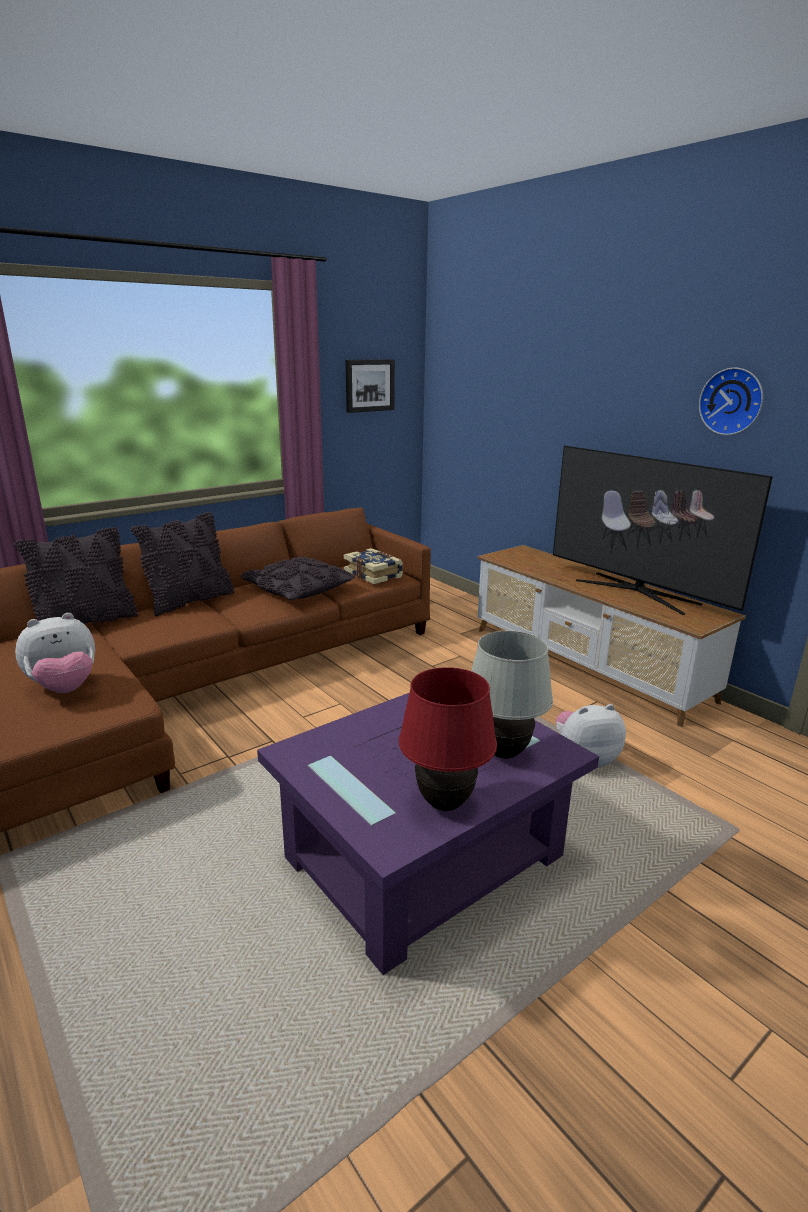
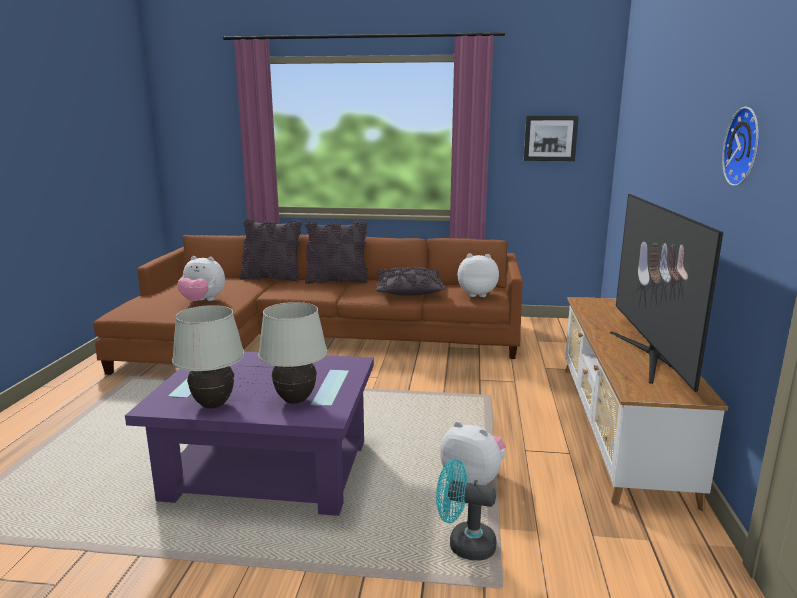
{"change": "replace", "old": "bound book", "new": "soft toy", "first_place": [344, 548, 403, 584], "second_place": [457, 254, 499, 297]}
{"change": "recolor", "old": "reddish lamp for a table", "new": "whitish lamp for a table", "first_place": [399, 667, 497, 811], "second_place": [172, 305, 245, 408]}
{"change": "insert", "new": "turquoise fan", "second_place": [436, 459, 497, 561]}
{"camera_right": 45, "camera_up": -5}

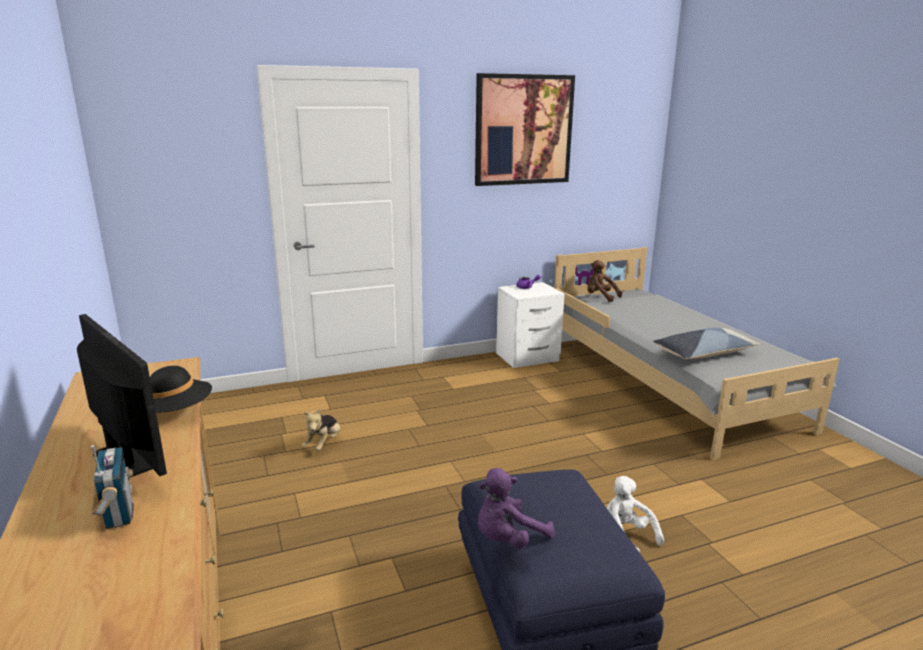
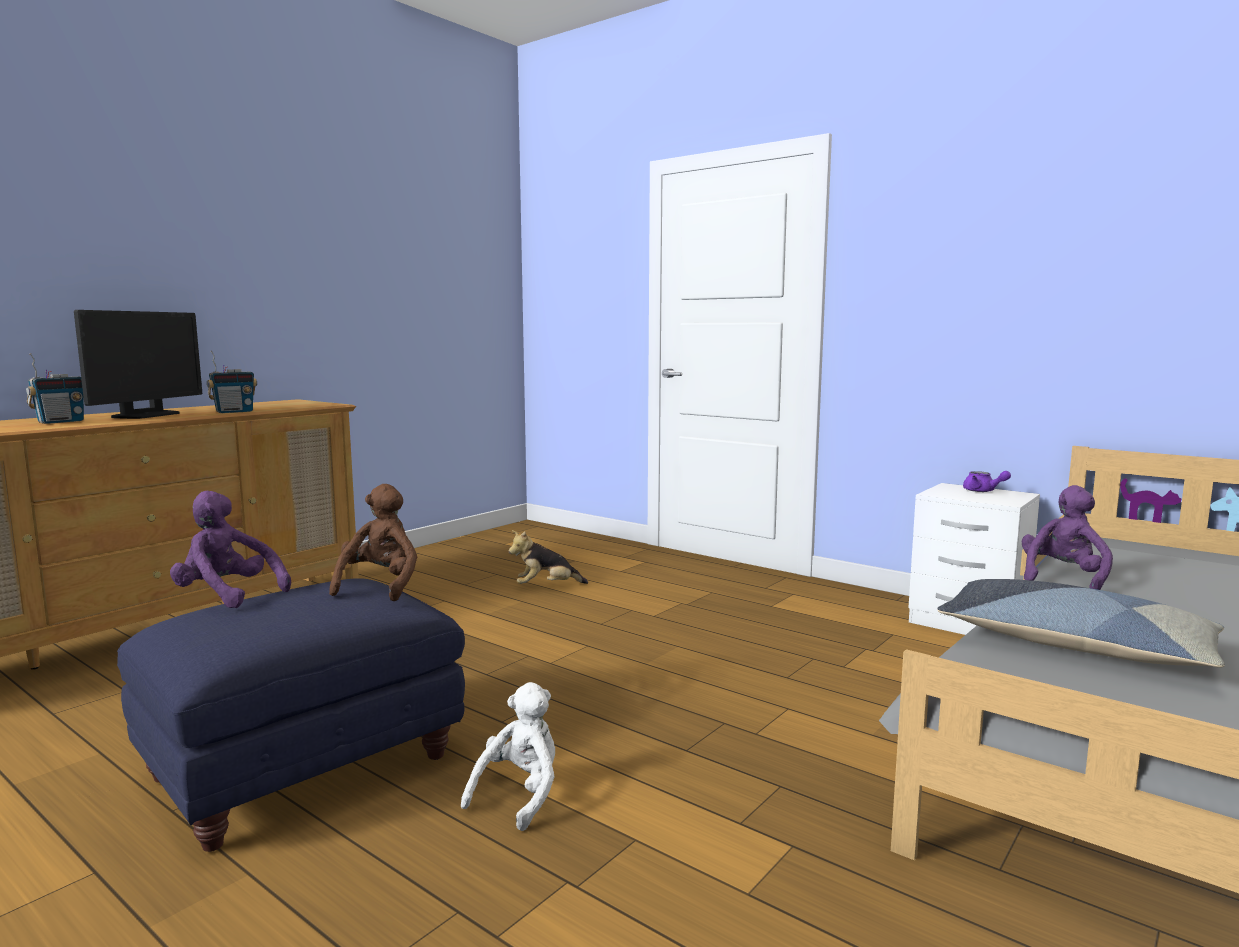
{"change": "delete", "old": "picture", "first_place": [475, 73, 575, 186]}
{"change": "move", "old": "brownish soft toy", "first_place": [587, 260, 622, 302], "second_place": [329, 484, 417, 601]}
{"change": "replace", "old": "black-coloured clothing hat", "new": "radio", "first_place": [150, 366, 212, 413], "second_place": [207, 351, 257, 413]}
{"change": "insert", "new": "purple soft toy", "second_place": [1022, 485, 1113, 590]}
{"camera_right": 60, "camera_up": -10}

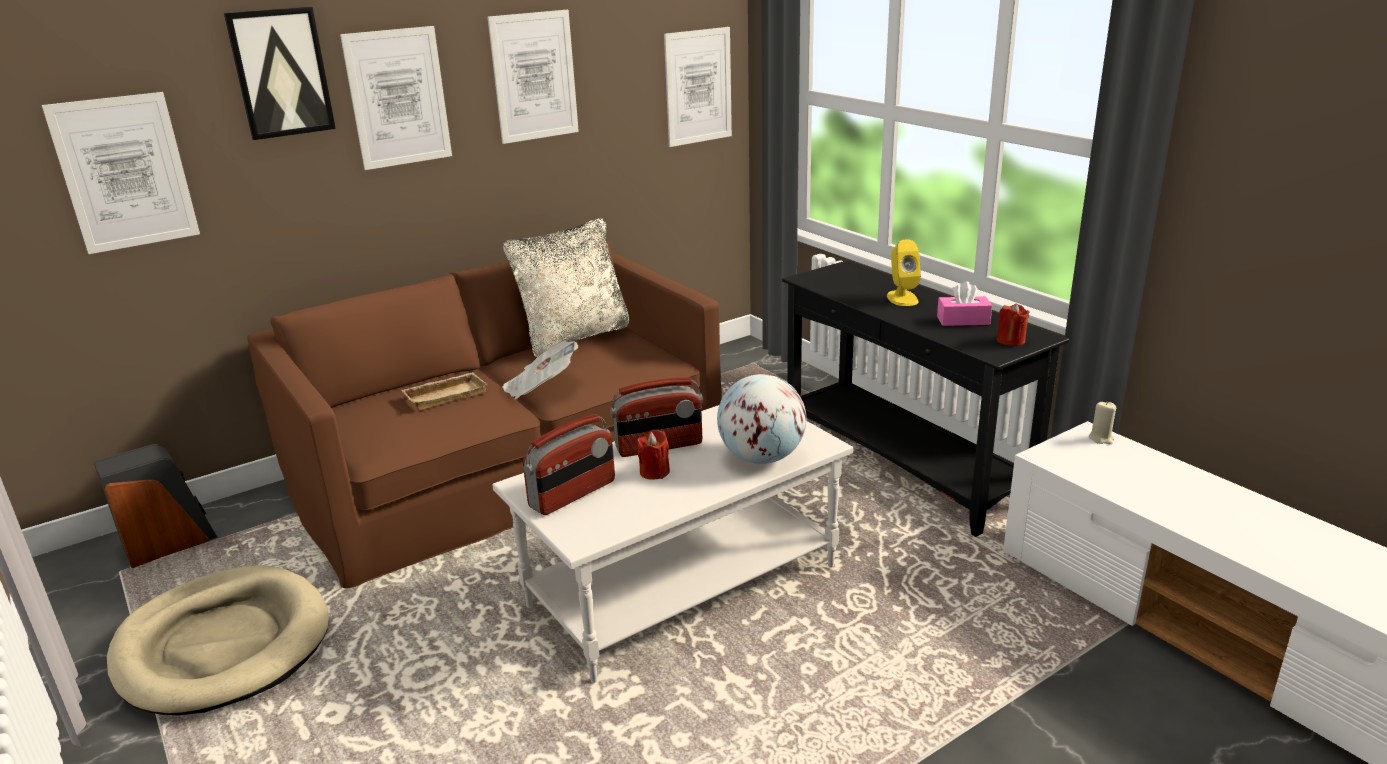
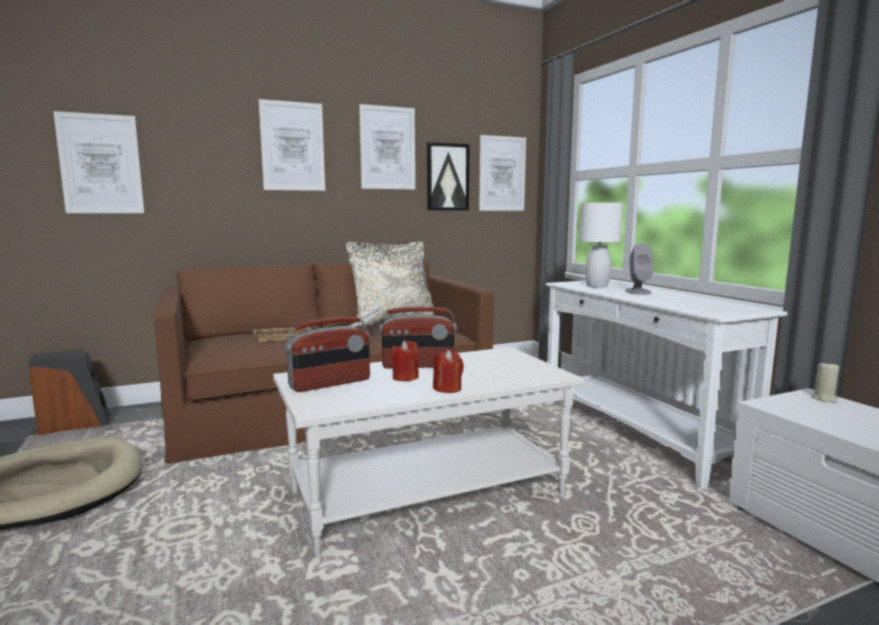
{"change": "move", "old": "picture", "first_place": [224, 6, 336, 140], "second_place": [427, 142, 469, 210]}
{"change": "recolor", "old": "yellow-coloured audio speaker", "new": "gray audio speaker", "first_place": [887, 239, 921, 306], "second_place": [625, 243, 653, 295]}
{"change": "recolor", "old": "black-coloured console table", "new": "whitish console table", "first_place": [782, 260, 1069, 537], "second_place": [546, 280, 787, 489]}
{"change": "delete", "old": "pinkish box of tissues", "first_place": [937, 281, 992, 326]}
{"change": "move", "old": "reddish wax light", "first_place": [997, 303, 1030, 346], "second_place": [433, 350, 464, 393]}
{"change": "delete", "old": "world globe", "first_place": [717, 374, 806, 464]}
{"change": "insert", "new": "whitish lamp for a table", "second_place": [579, 203, 623, 288]}
{"camera_right": 10, "camera_up": -15}

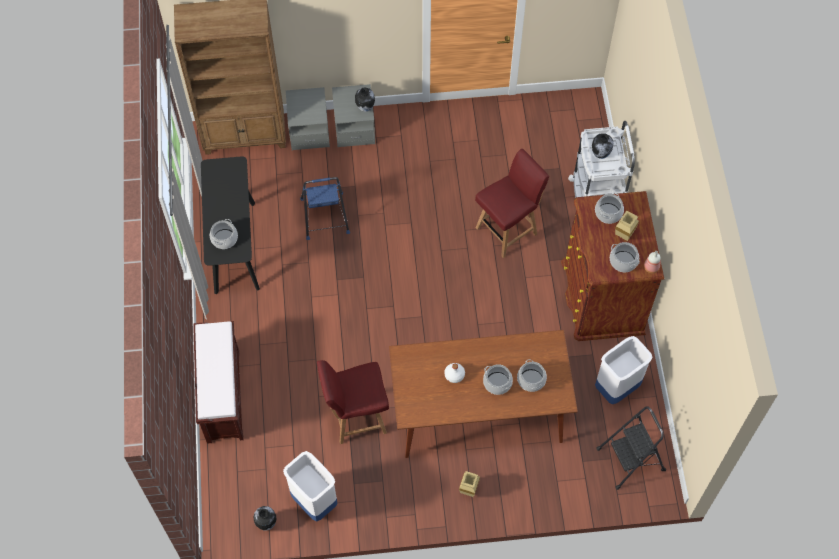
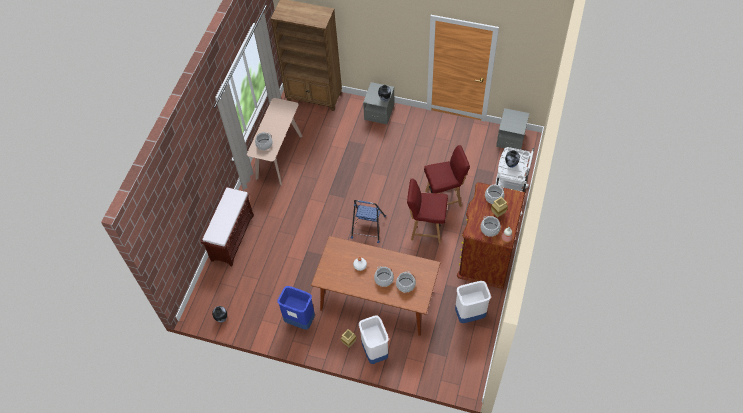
{"change": "move", "old": "gray bedside table", "first_place": [286, 87, 330, 150], "second_place": [496, 108, 529, 150]}
{"change": "recolor", "old": "black-coloured console table", "new": "sand-coloured console table", "first_place": [201, 156, 260, 294], "second_place": [247, 98, 302, 185]}
{"change": "move", "old": "blue step stool", "first_place": [300, 177, 350, 240], "second_place": [351, 200, 386, 243]}
{"change": "move", "old": "reddish upright chair", "first_place": [317, 360, 389, 444], "second_place": [407, 179, 448, 243]}
{"change": "delete", "old": "black-coloured step stool", "first_place": [596, 406, 666, 490]}
{"change": "move", "old": "whitish trash can", "first_place": [283, 451, 337, 521], "second_place": [359, 315, 389, 364]}
{"change": "insert", "new": "blue trash can", "second_place": [277, 286, 315, 329]}
{"camera_right": 25, "camera_up": -5}

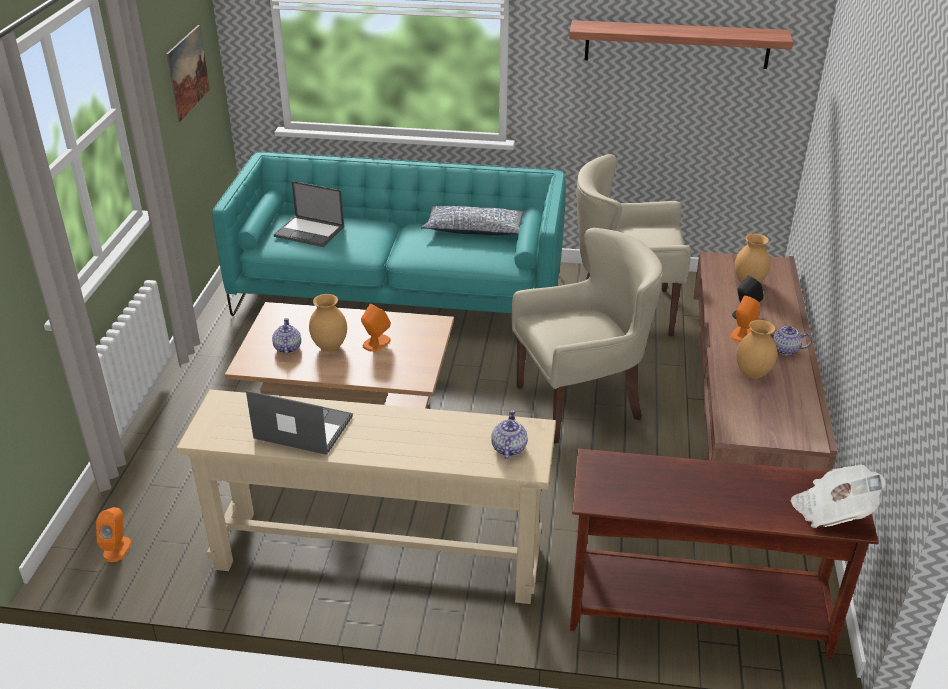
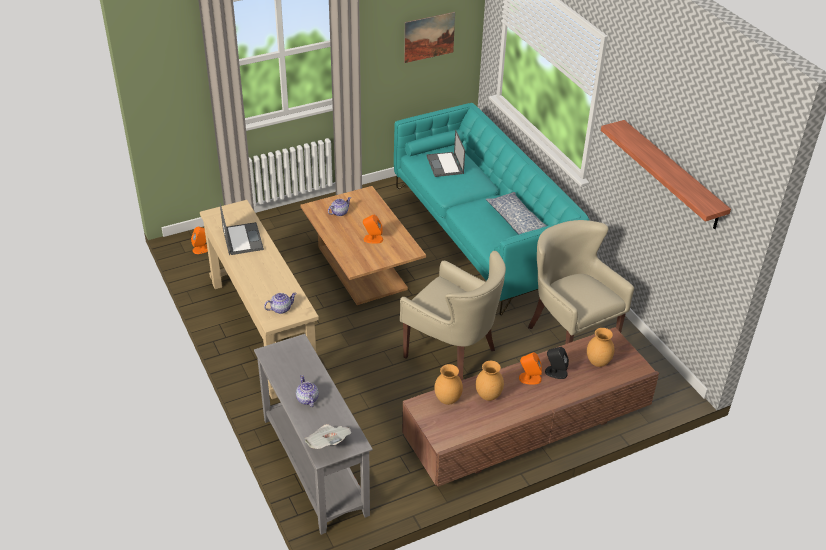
{"change": "move", "old": "brownish vase", "first_place": [309, 294, 347, 351], "second_place": [434, 364, 463, 405]}
{"change": "move", "old": "pot for tea", "first_place": [771, 326, 812, 355], "second_place": [296, 375, 319, 407]}
{"change": "recolor", "old": "brownish console table", "new": "gray console table", "first_place": [570, 449, 879, 660], "second_place": [254, 334, 373, 535]}
{"camera_right": 55, "camera_up": 5}

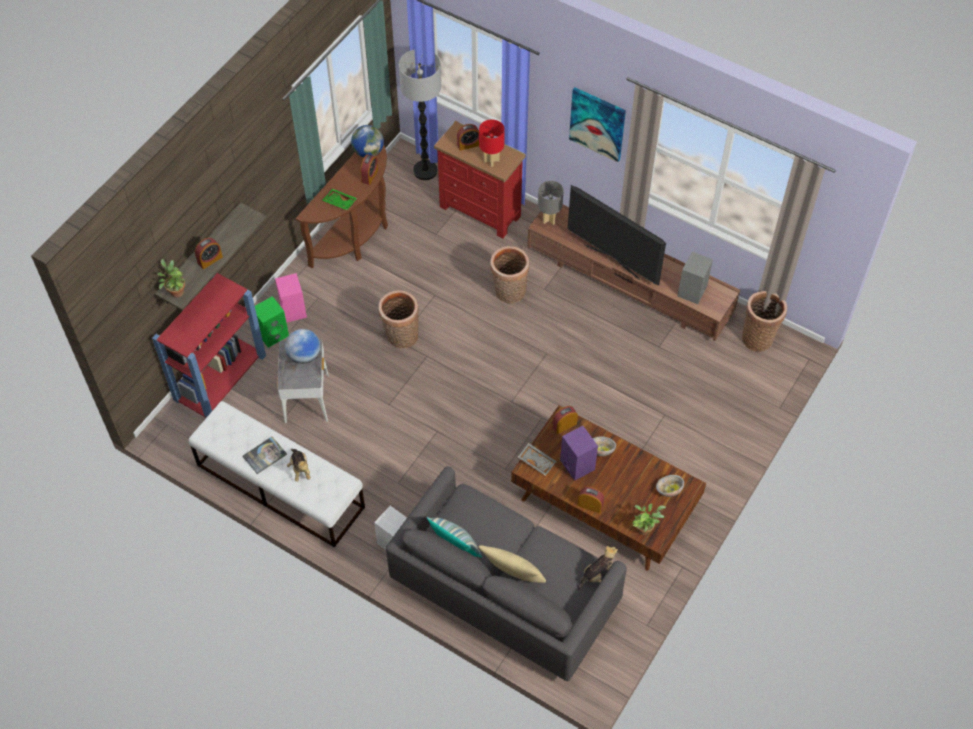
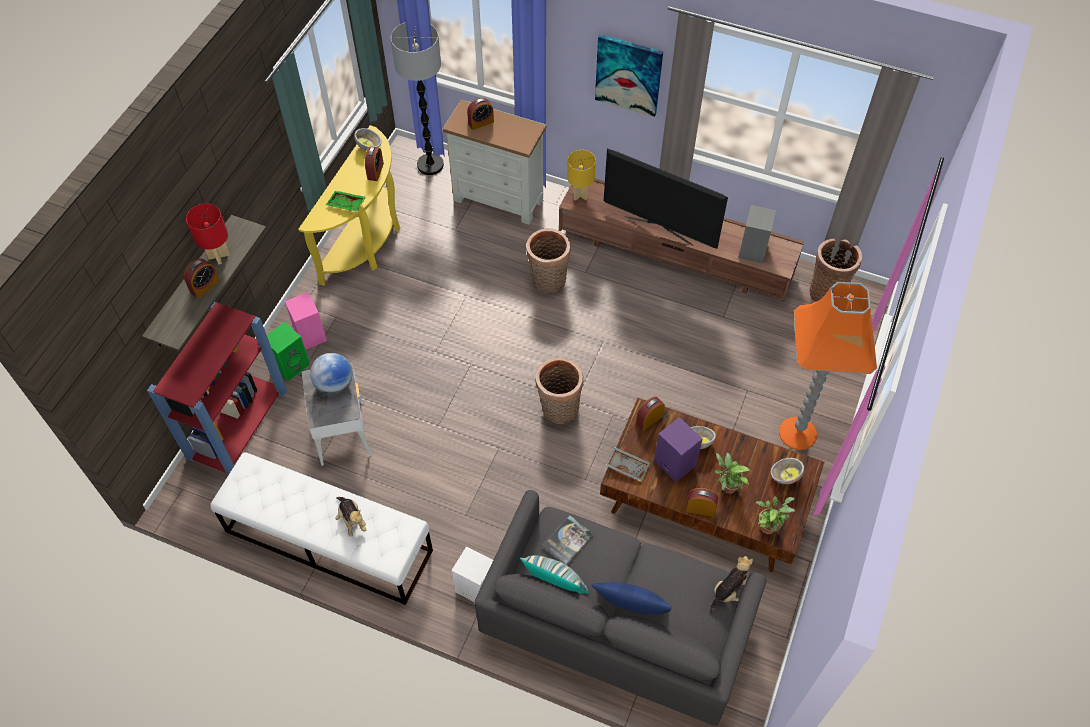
{"change": "move", "old": "reddish lamp for a table", "first_place": [479, 120, 505, 167], "second_place": [186, 203, 230, 265]}
{"change": "recolor", "old": "reddish dresser", "new": "whitish dresser", "first_place": [434, 121, 526, 238], "second_place": [443, 99, 547, 225]}
{"change": "replace", "old": "world globe", "new": "serving bowl", "first_place": [351, 125, 384, 157], "second_place": [354, 128, 382, 151]}
{"change": "recolor", "old": "brownish console table", "new": "yellow-coloured console table", "first_place": [296, 145, 388, 268], "second_place": [298, 125, 400, 286]}
{"change": "recolor", "old": "gray lamp for a table", "new": "yellow-coloured lamp for a table", "first_place": [538, 181, 564, 225], "second_place": [567, 150, 596, 201]}
{"change": "move", "old": "plant in a pot", "first_place": [157, 259, 186, 298], "second_place": [715, 453, 751, 494]}
{"change": "move", "old": "storage basket", "first_place": [379, 290, 419, 349], "second_place": [535, 357, 583, 424]}
{"change": "move", "old": "bound book", "first_place": [243, 437, 287, 474], "second_place": [542, 515, 594, 565]}
{"change": "recolor", "old": "sand-coloured pillow", "new": "blue pillow", "first_place": [479, 545, 546, 583], "second_place": [592, 582, 672, 615]}
{"change": "insert", "new": "orangey floor lamp", "second_place": [779, 282, 877, 450]}
{"camera_right": -10, "camera_up": 0}

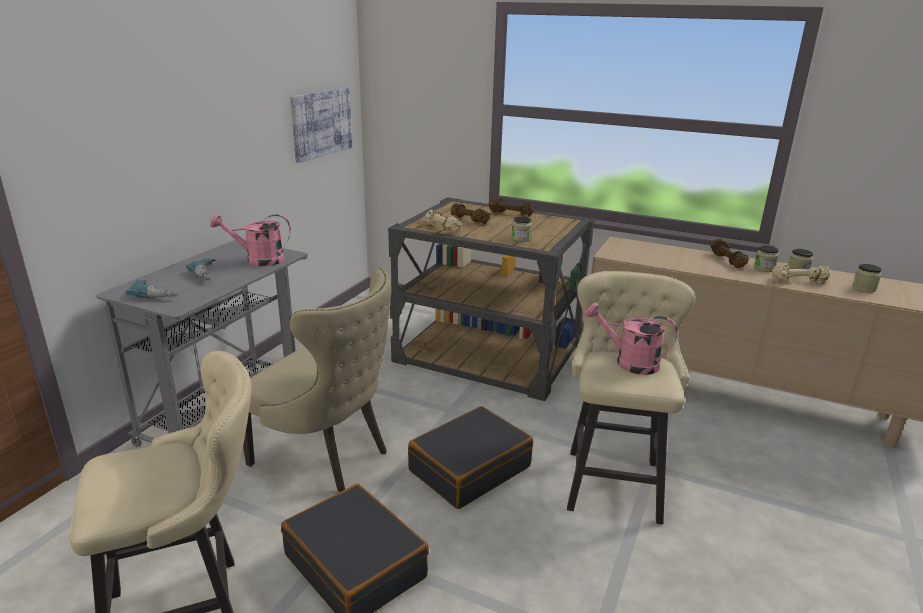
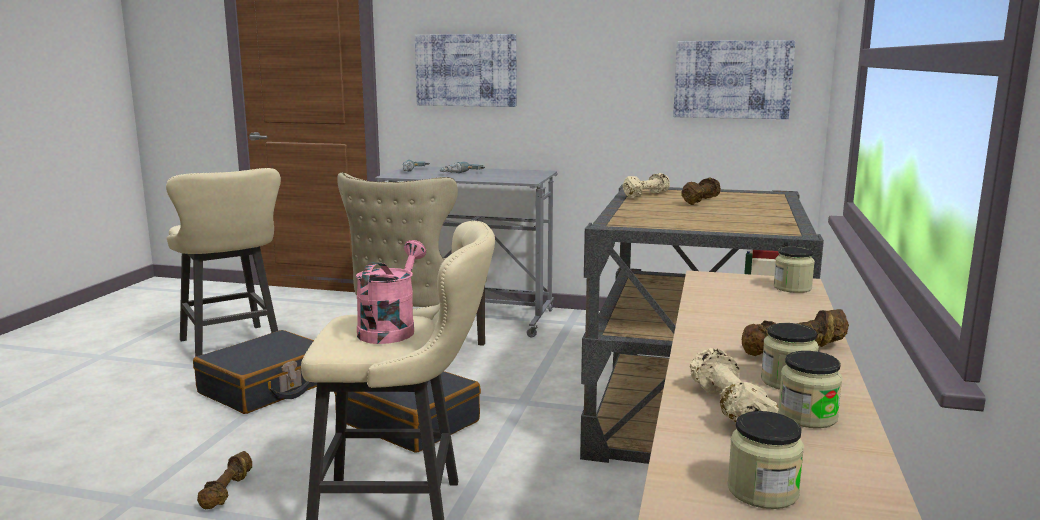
{"change": "move", "old": "brownish free weight", "first_place": [489, 197, 534, 216], "second_place": [197, 451, 252, 509]}
{"change": "delete", "old": "pinkish sprinkling can", "first_place": [210, 214, 291, 266]}
{"change": "move", "old": "jar", "first_place": [512, 216, 532, 242], "second_place": [773, 246, 815, 293]}
{"change": "insert", "new": "picture", "second_place": [415, 34, 516, 107]}
{"camera_right": 80, "camera_up": -10}

